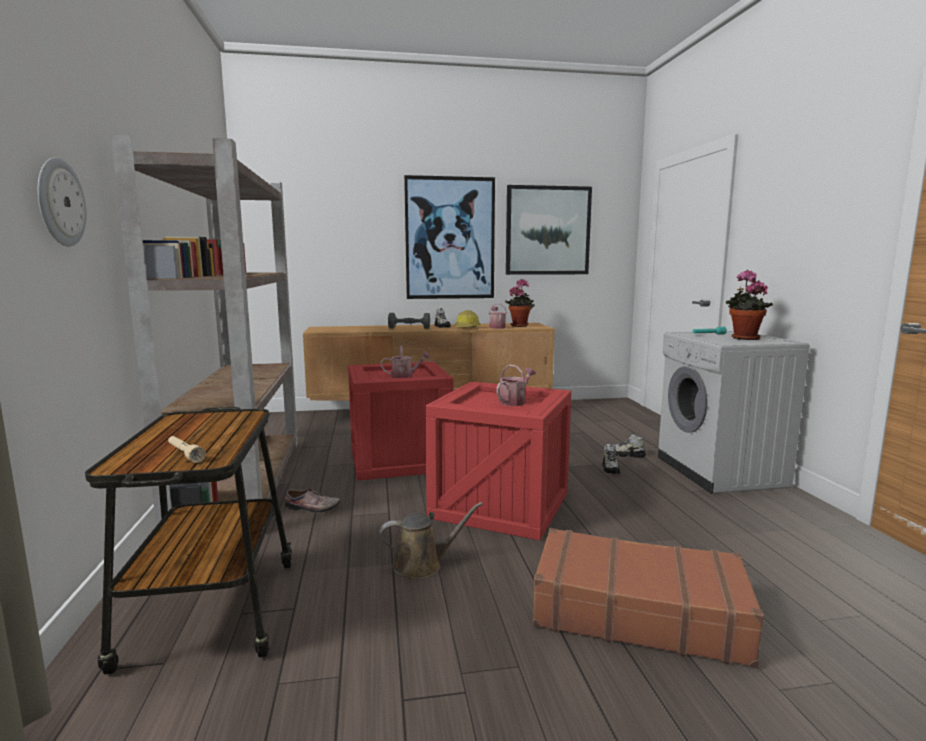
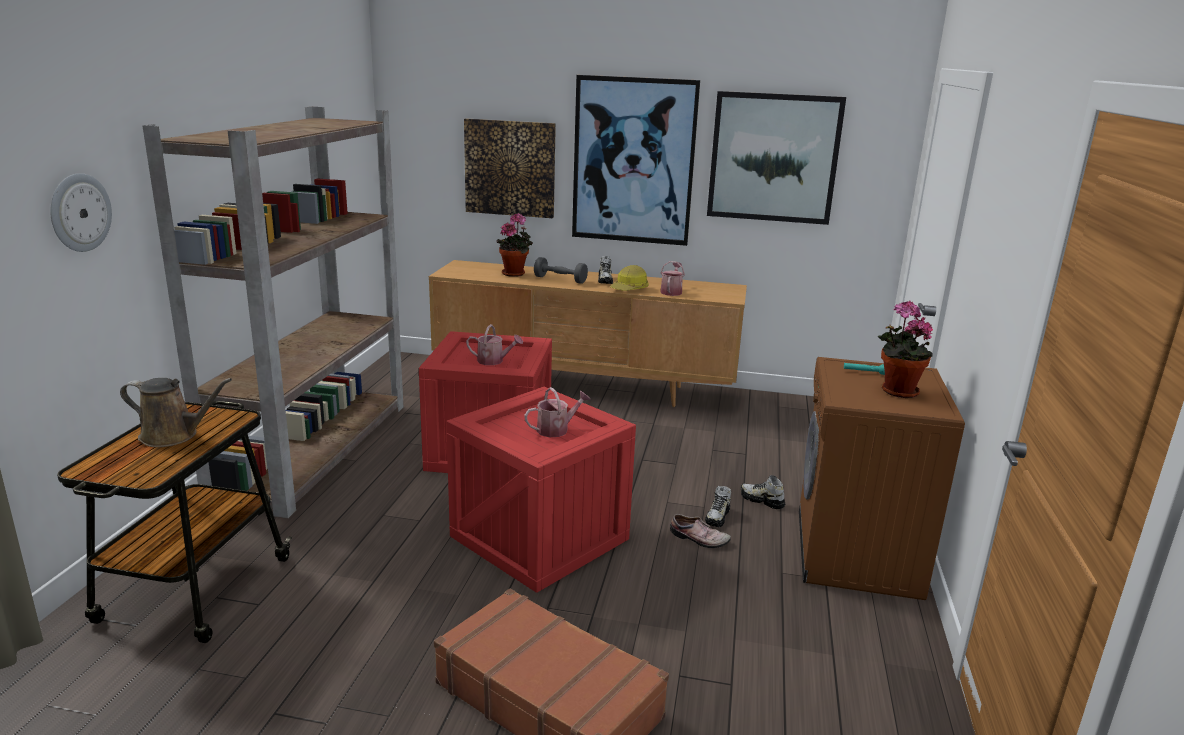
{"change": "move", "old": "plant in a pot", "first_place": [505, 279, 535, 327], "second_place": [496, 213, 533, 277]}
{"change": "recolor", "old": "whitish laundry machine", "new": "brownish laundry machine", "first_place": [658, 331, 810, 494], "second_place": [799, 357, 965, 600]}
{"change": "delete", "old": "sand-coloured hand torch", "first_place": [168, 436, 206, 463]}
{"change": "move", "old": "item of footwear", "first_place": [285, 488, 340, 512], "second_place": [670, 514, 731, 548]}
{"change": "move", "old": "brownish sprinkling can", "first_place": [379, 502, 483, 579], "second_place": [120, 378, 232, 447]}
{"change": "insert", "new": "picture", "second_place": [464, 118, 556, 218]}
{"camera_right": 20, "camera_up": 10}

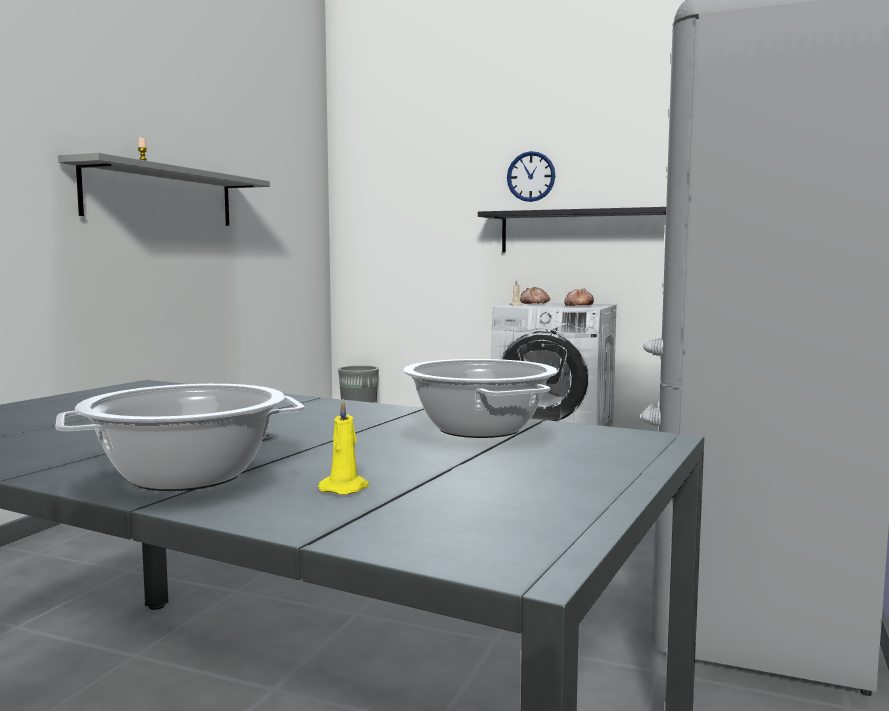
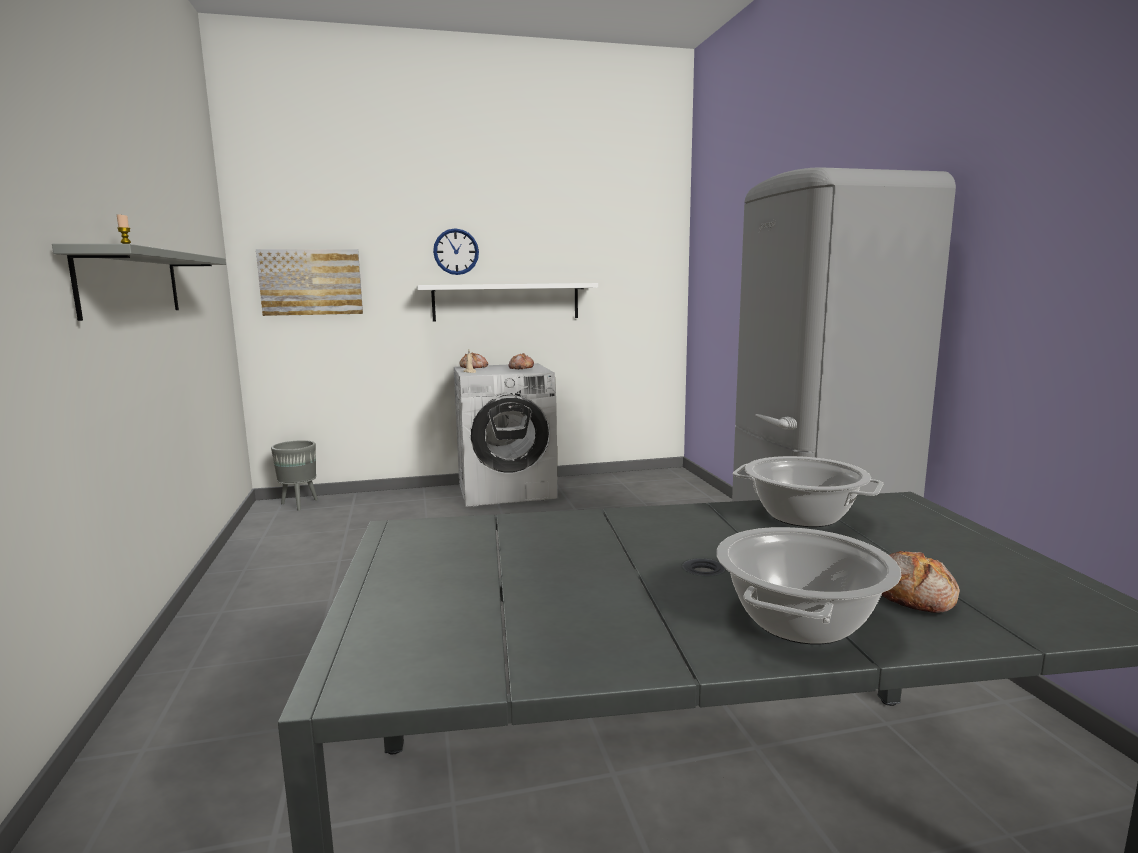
{"change": "recolor", "old": "black-coloured bracket shelf", "new": "whitish bracket shelf", "first_place": [478, 207, 666, 252], "second_place": [417, 283, 598, 321]}
{"change": "replace", "old": "yellow-coloured wax light", "new": "bakery bread", "first_place": [318, 399, 369, 495], "second_place": [881, 551, 960, 613]}
{"change": "insert", "new": "picture", "second_place": [256, 249, 363, 316]}
{"camera_right": -35, "camera_up": 5}

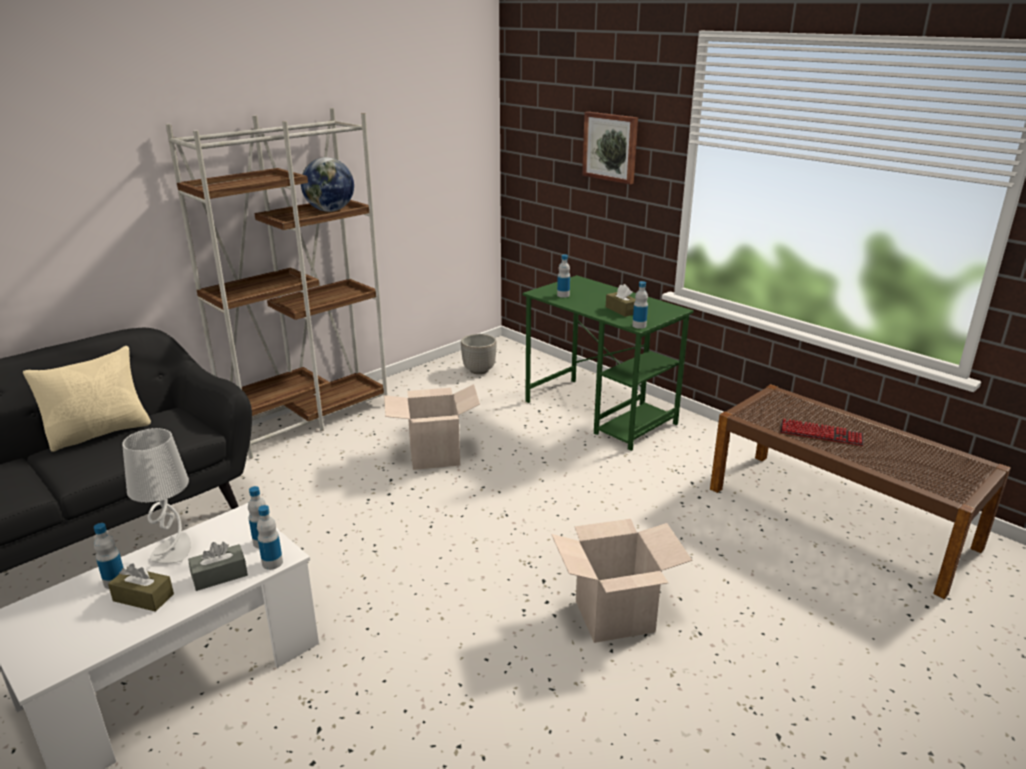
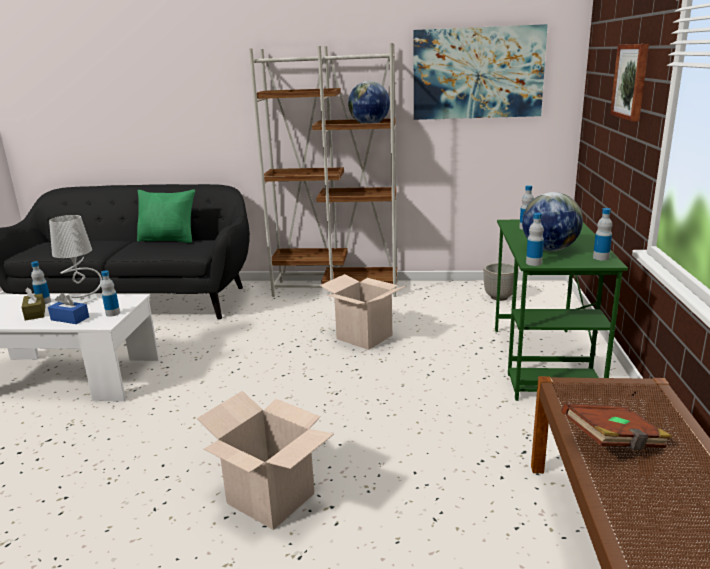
{"change": "replace", "old": "brownish box of tissues", "new": "world globe", "first_place": [606, 284, 636, 317], "second_place": [522, 192, 583, 251]}
{"change": "recolor", "old": "sand-coloured pillow", "new": "greenish pillow", "first_place": [23, 346, 151, 452], "second_place": [137, 189, 195, 243]}
{"change": "replace", "old": "computer keyboard", "new": "brownish bound book", "first_place": [780, 419, 864, 446], "second_place": [561, 404, 672, 450]}
{"change": "move", "old": "drink bottle", "first_place": [257, 505, 283, 570], "second_place": [593, 208, 612, 260]}
{"change": "recolor", "old": "gray box of tissues", "new": "blue box of tissues", "first_place": [188, 542, 248, 591], "second_place": [48, 293, 89, 324]}
{"change": "insert", "new": "picture", "second_place": [414, 24, 548, 120]}
{"camera_right": 50, "camera_up": -5}

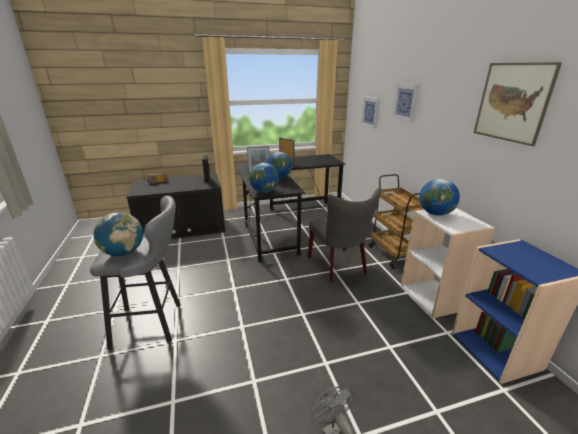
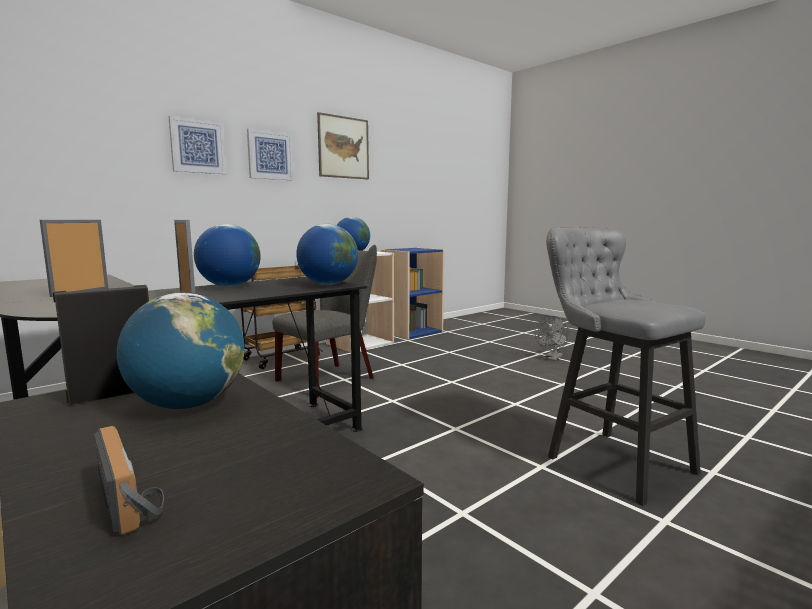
{"change": "move", "old": "picture", "first_place": [361, 96, 380, 129], "second_place": [247, 128, 294, 180]}
{"change": "move", "old": "world globe", "first_place": [93, 212, 143, 256], "second_place": [117, 293, 244, 409]}
{"camera_right": -115, "camera_up": -15}

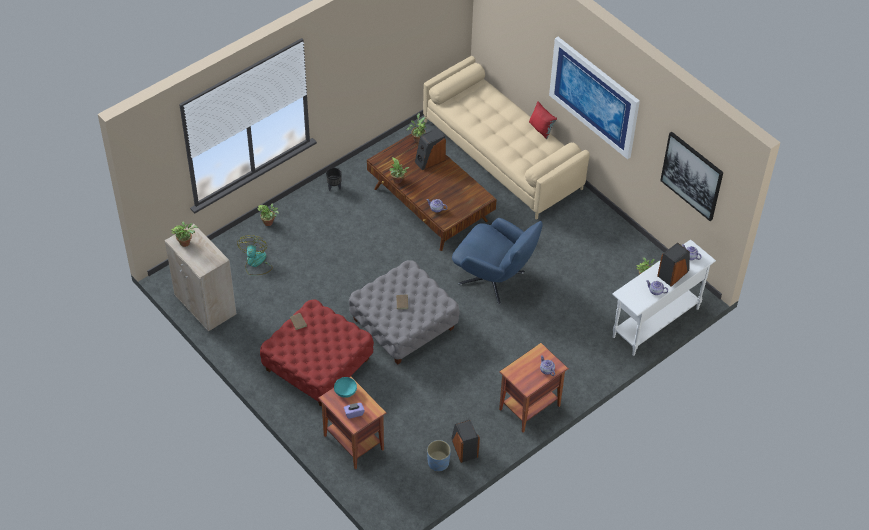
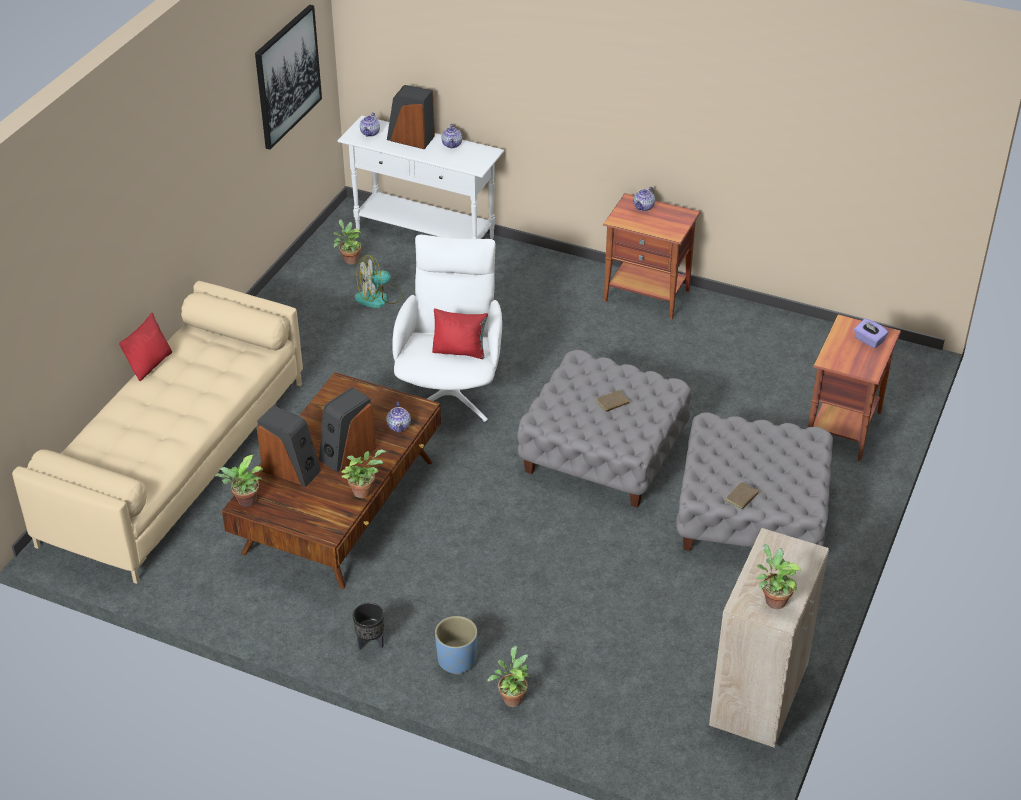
{"change": "delete", "old": "picture", "first_place": [549, 37, 640, 159]}
{"change": "recolor", "old": "blue armchair", "new": "whitish armchair", "first_place": [452, 218, 543, 305], "second_place": [392, 235, 502, 422]}
{"change": "move", "old": "fan", "first_place": [237, 235, 273, 275], "second_place": [355, 255, 404, 308]}
{"change": "recolor", "old": "reddish footrest", "new": "gray footrest", "first_place": [260, 299, 374, 407], "second_place": [676, 412, 833, 551]}
{"change": "delete", "old": "turquoise serving bowl", "first_place": [334, 377, 357, 398]}
{"change": "move", "old": "audio speaker", "first_place": [451, 420, 480, 463], "second_place": [319, 387, 376, 472]}
{"change": "move", "old": "blue flower pot", "first_place": [427, 440, 451, 472], "second_place": [435, 616, 477, 674]}
{"change": "insert", "new": "reddish pillow", "second_place": [432, 309, 488, 359]}
{"camera_right": -115, "camera_up": -10}

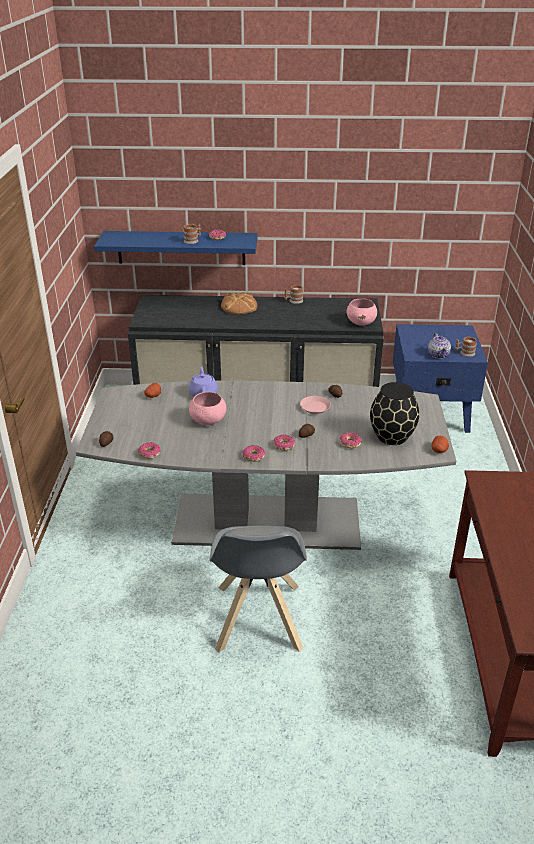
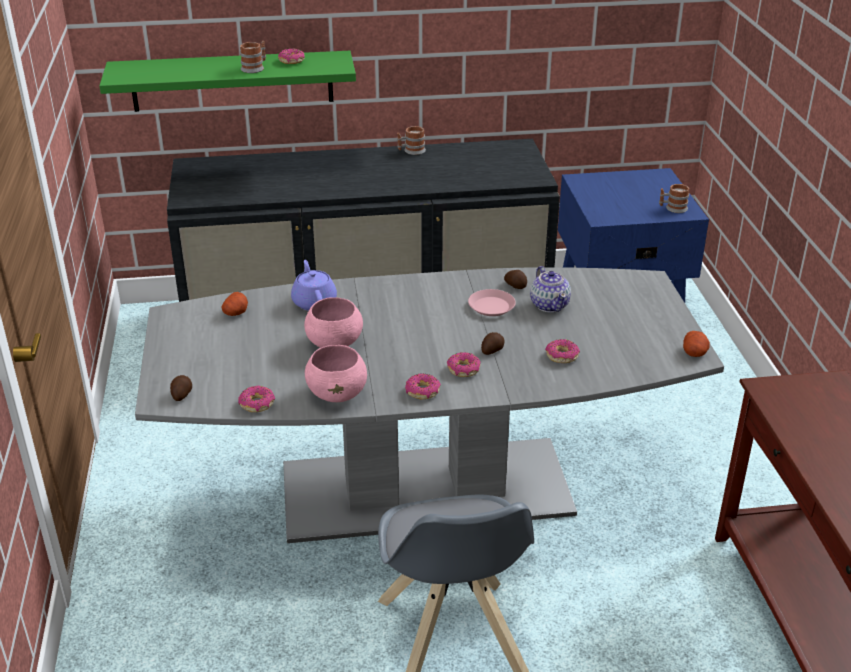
{"change": "recolor", "old": "blue bracket shelf", "new": "greenish bracket shelf", "first_place": [94, 231, 258, 265], "second_place": [99, 51, 356, 112]}
{"change": "delete", "old": "bakery bread", "first_place": [221, 292, 257, 314]}
{"change": "move", "old": "pinkish serving bowl", "first_place": [347, 299, 377, 326], "second_place": [305, 345, 367, 402]}
{"change": "move", "old": "pot for tea", "first_place": [428, 333, 451, 359], "second_place": [530, 266, 571, 312]}
{"change": "delete", "old": "black-coloured vase", "first_place": [370, 382, 419, 445]}
{"camera_right": -10, "camera_up": 0}

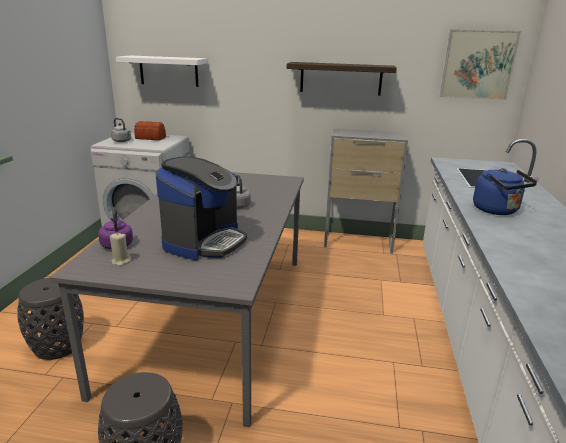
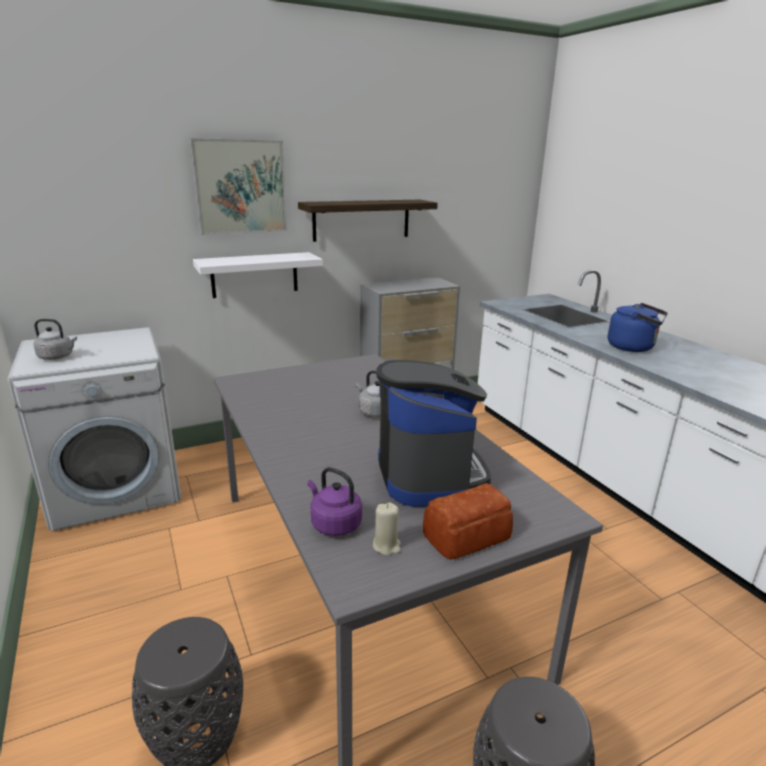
{"change": "move", "old": "picture", "first_place": [440, 30, 521, 100], "second_place": [190, 138, 287, 235]}
{"change": "move", "old": "whitish bracket shelf", "first_place": [116, 55, 207, 87], "second_place": [193, 252, 323, 298]}
{"change": "move", "old": "bakery bread", "first_place": [134, 121, 166, 140], "second_place": [423, 483, 513, 560]}
{"camera_right": -35, "camera_up": 0}

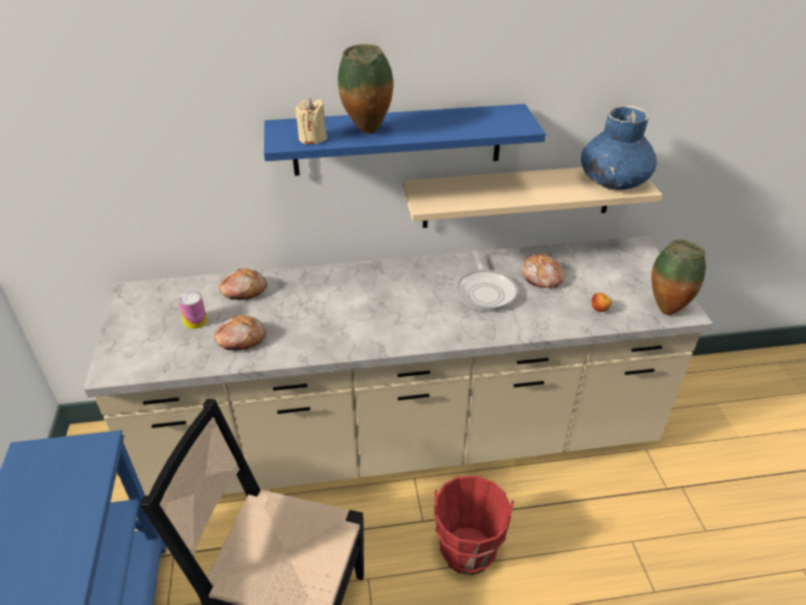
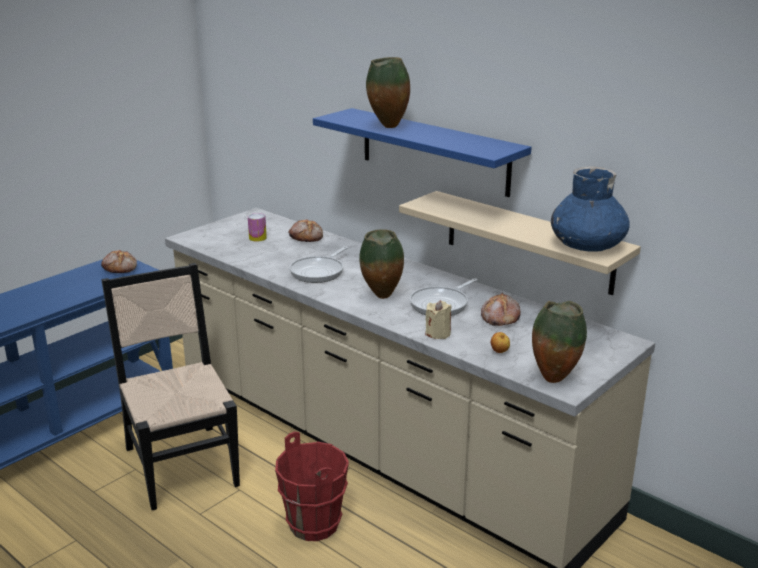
{"change": "move", "old": "sand-coloured wax light", "first_place": [296, 98, 327, 144], "second_place": [425, 300, 452, 339]}
{"change": "move", "old": "bakery bread", "first_place": [214, 315, 267, 350], "second_place": [101, 250, 137, 273]}
{"change": "insert", "new": "vase", "second_place": [359, 229, 404, 299]}
{"change": "insert", "new": "frying pan", "second_place": [290, 246, 348, 283]}
{"camera_right": 50, "camera_up": -15}

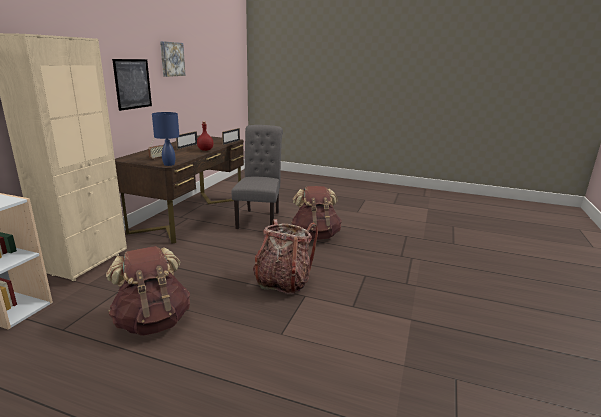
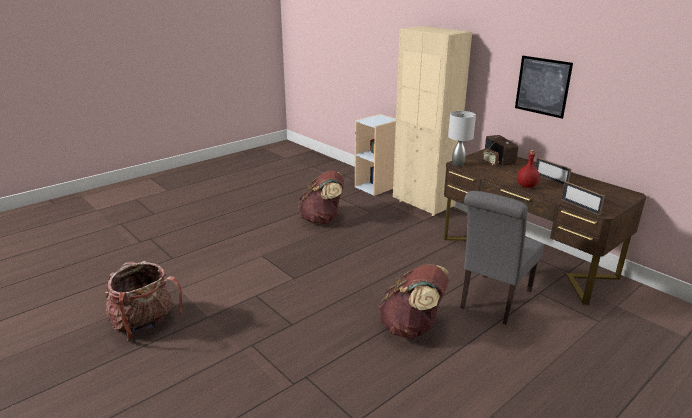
{"change": "delete", "old": "picture", "first_place": [160, 41, 186, 77]}
{"change": "recolor", "old": "blue lamp for a table", "new": "gray lamp for a table", "first_place": [152, 112, 179, 166], "second_place": [448, 111, 476, 167]}
{"change": "rotate", "old": "gray upright chair", "first_place": [232, 125, 283, 229], "second_place": [460, 191, 544, 325], "degrees": 90}
{"change": "move", "old": "backpack", "first_place": [253, 219, 318, 294], "second_place": [105, 261, 182, 341]}
{"change": "insert", "new": "radio", "second_place": [485, 135, 518, 166]}
{"camera_right": 120, "camera_up": 5}

